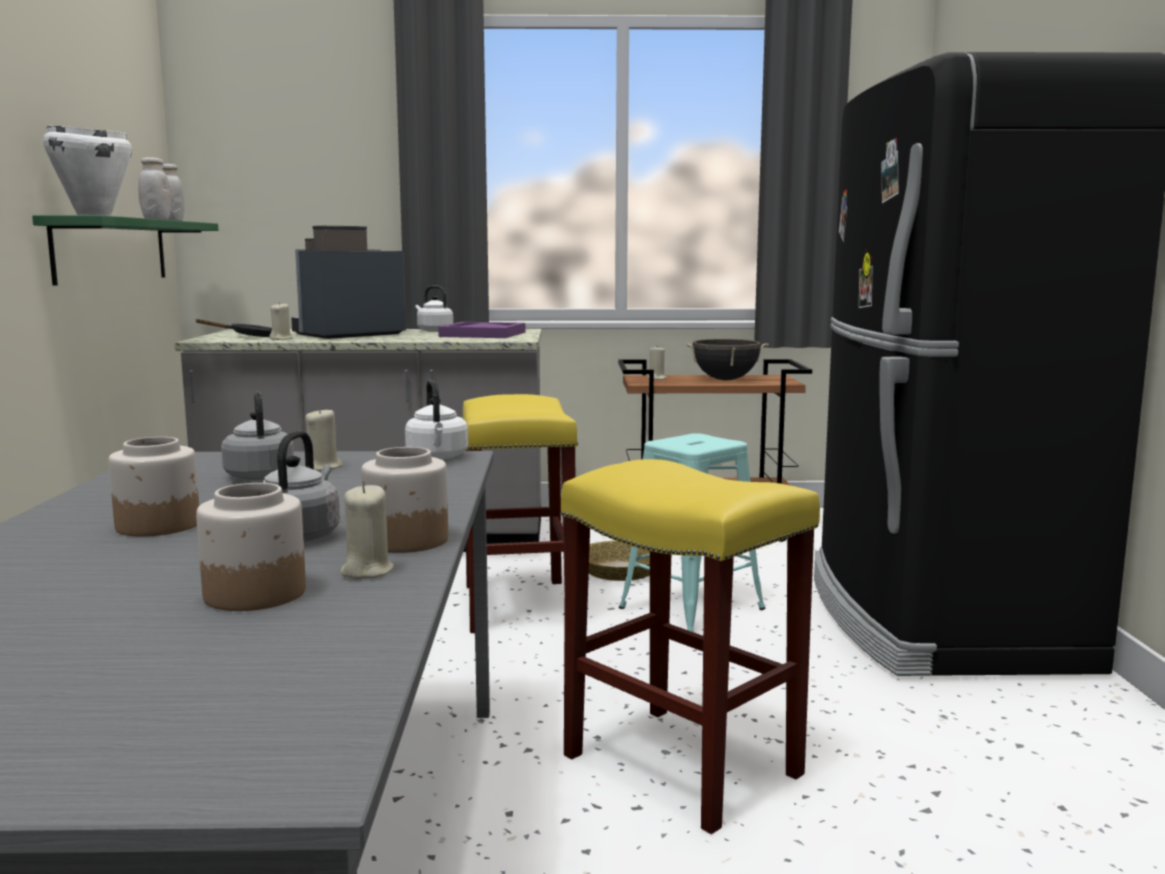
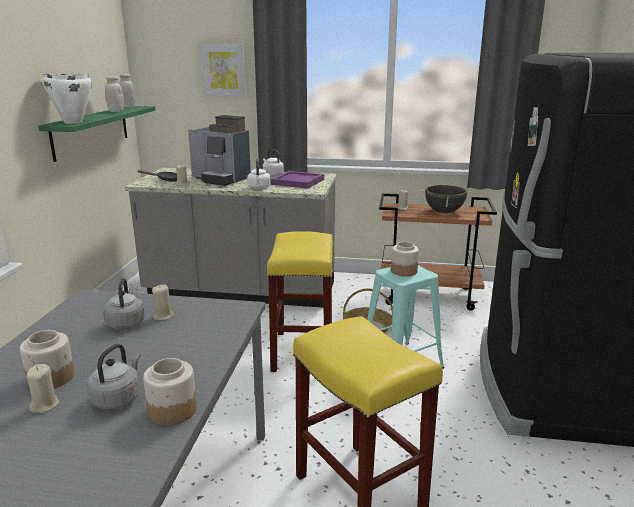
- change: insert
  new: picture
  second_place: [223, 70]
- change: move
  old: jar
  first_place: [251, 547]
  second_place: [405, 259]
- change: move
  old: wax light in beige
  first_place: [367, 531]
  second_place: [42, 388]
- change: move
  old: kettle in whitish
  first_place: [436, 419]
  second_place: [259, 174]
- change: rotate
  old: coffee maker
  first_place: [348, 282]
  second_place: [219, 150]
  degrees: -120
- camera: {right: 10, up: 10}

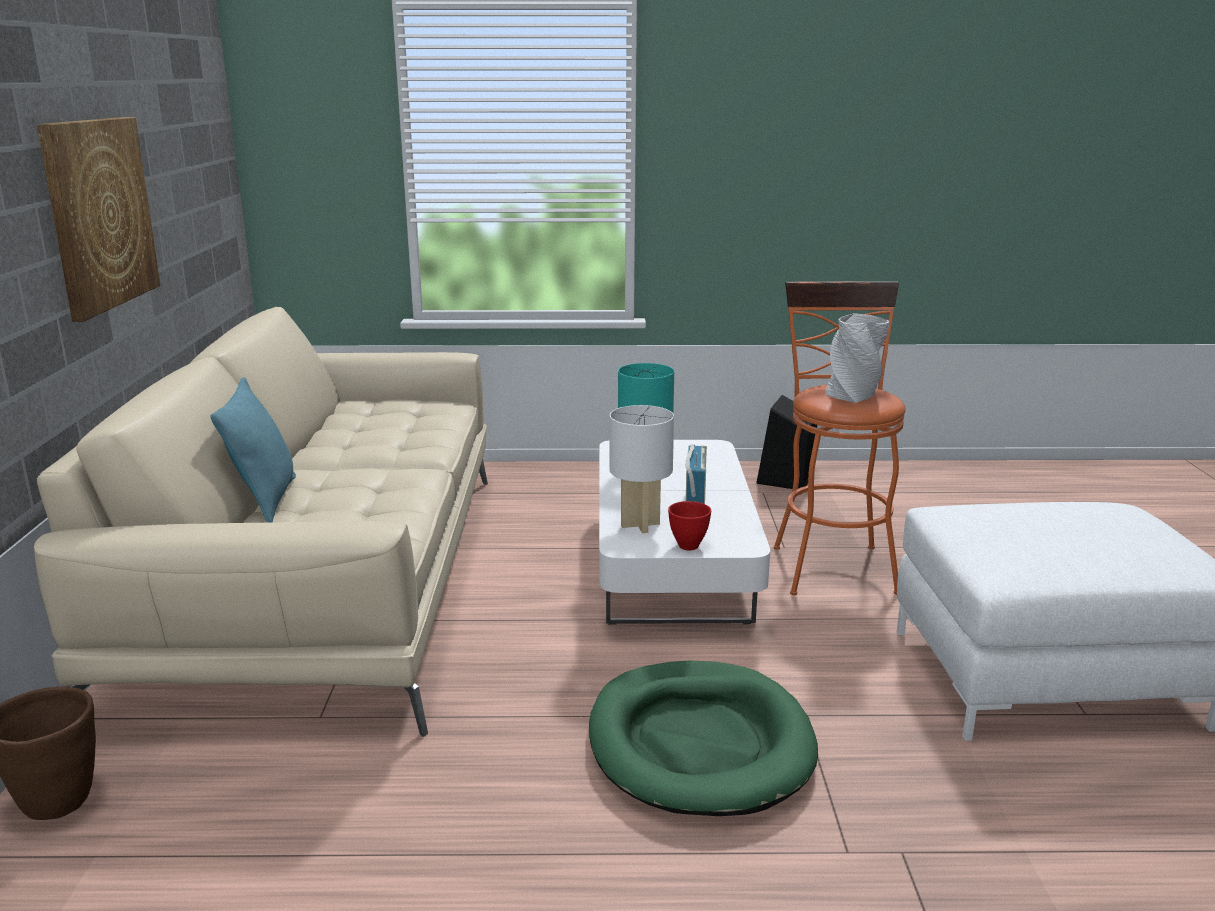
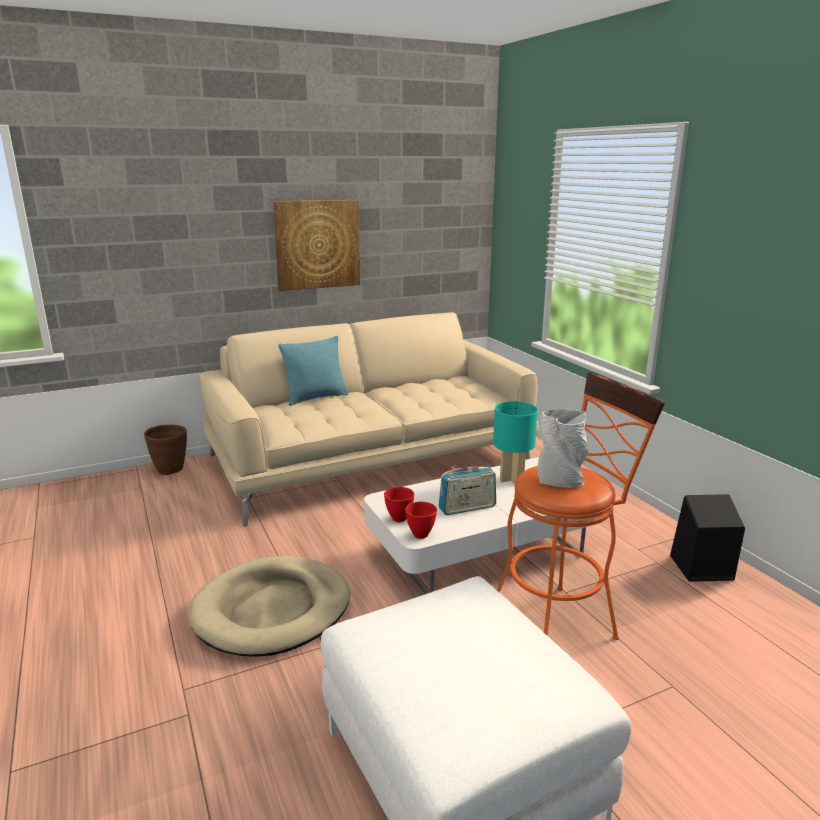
- change: delete
  old: table lamp in whitish
  first_place: [642, 469]
- change: insert
  new: bowl in reddish
  second_place: [421, 520]
- change: recolor
  old: pet bed in green-coloured
  new: pet bed in beige
  first_place: [703, 738]
  second_place: [269, 606]
- camera: {right: 65, up: 0}

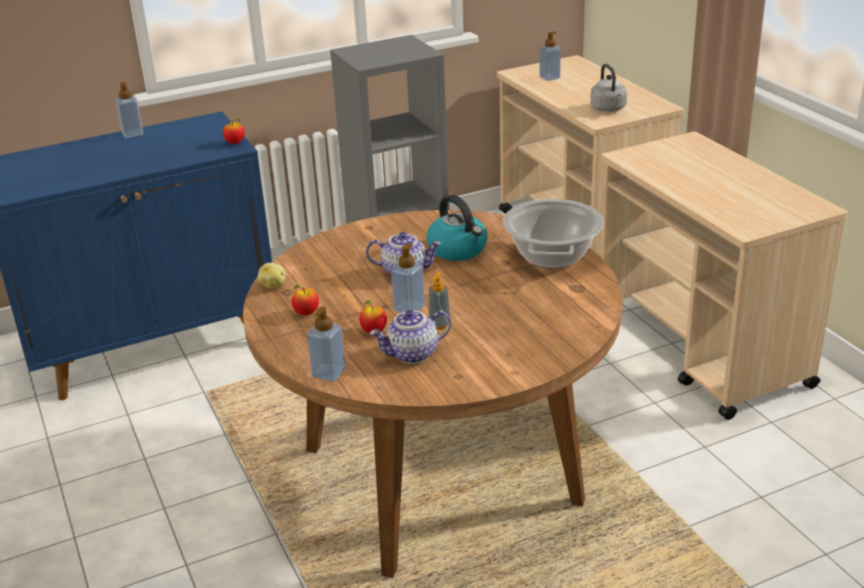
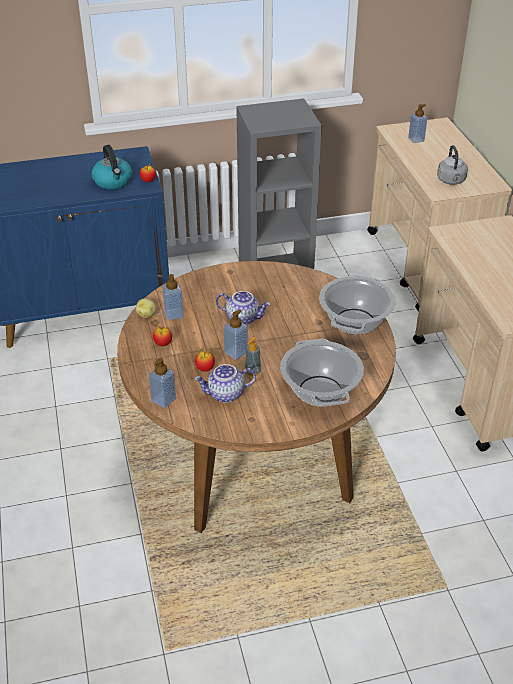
- change: insert
  new: saucepot
  second_place: [322, 373]
- change: move
  old: liquid soap bottle
  first_place: [129, 110]
  second_place: [173, 297]
- change: move
  old: kettle
  first_place: [456, 228]
  second_place: [111, 167]
- camera: {right: 10, up: 10}

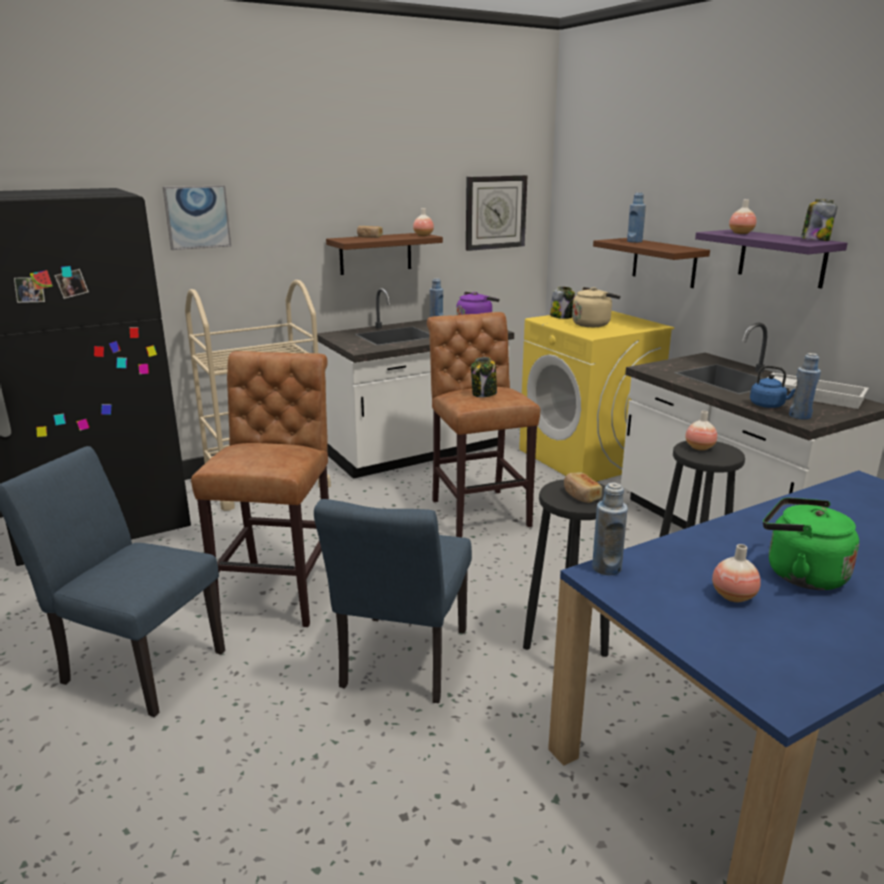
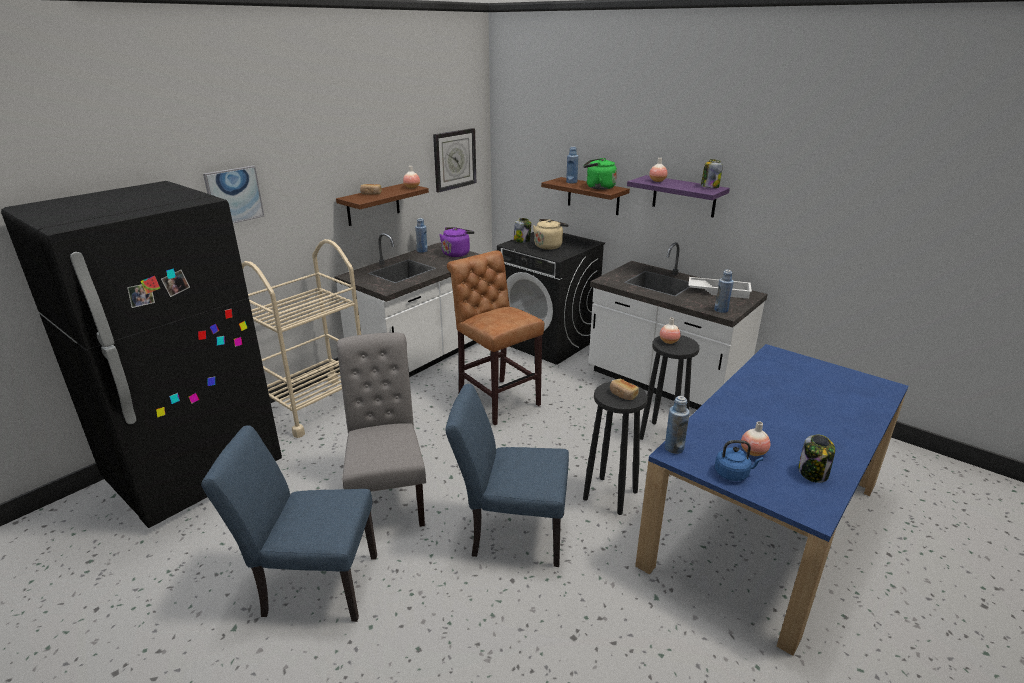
- change: move
  old: jar
  first_place: [484, 377]
  second_place: [816, 458]
- change: move
  old: kettle in bluish
  first_place: [773, 387]
  second_place: [739, 460]
- change: move
  old: kettle in green-coloured
  first_place: [811, 544]
  second_place: [600, 174]
- change: replace
  old: sitting stool in brown
  new: upright chair in grey
  first_place: [260, 489]
  second_place: [381, 430]
- change: recolor
  old: laundry appliance in yellowish
  new: laundry appliance in black-coloured
  first_place: [596, 396]
  second_place: [551, 298]
- change: rotate
  old: upright chair in bluish
  first_place: [393, 601]
  second_place: [507, 475]
  degrees: 105
- camera: {right: -20, up: 5}

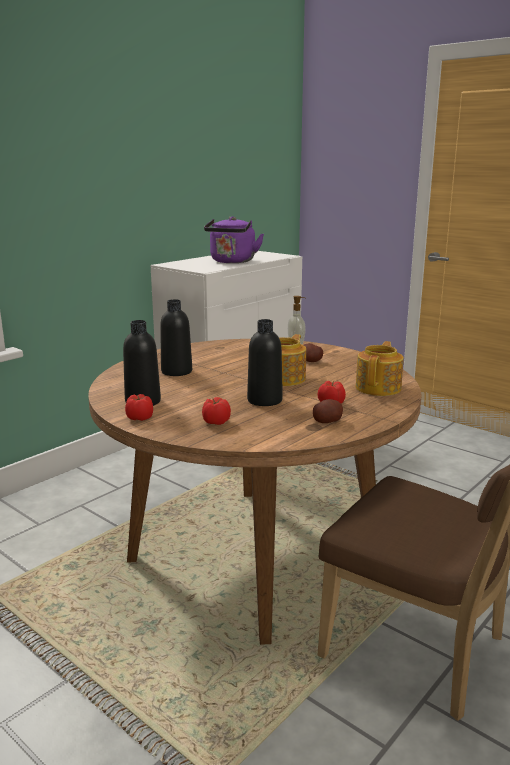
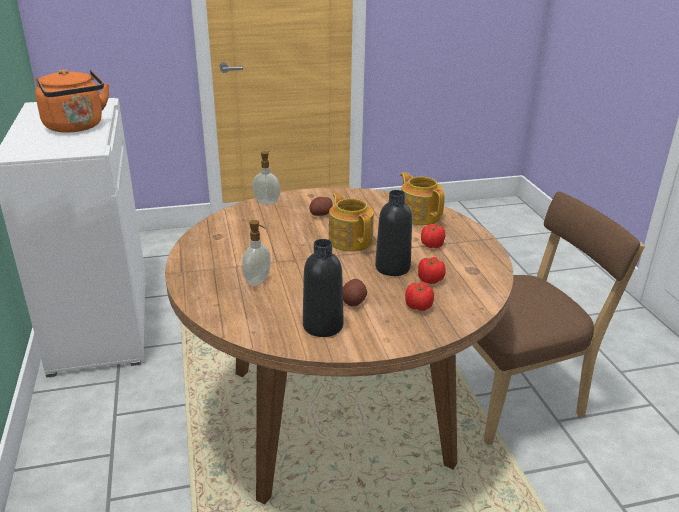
- change: move
  old: fresh tomato
  first_place: [139, 407]
  second_place: [432, 270]
- change: move
  old: whole potato
  first_place: [328, 411]
  second_place: [355, 292]
- change: replace
  old: bottle in black-coloured
  new: liquid soap bottle
  first_place: [176, 337]
  second_place: [256, 253]
- change: recolor
  old: kettle in purple
  new: kettle in orange
  first_place: [234, 239]
  second_place: [72, 101]
- camera: {right: -55, up: 10}

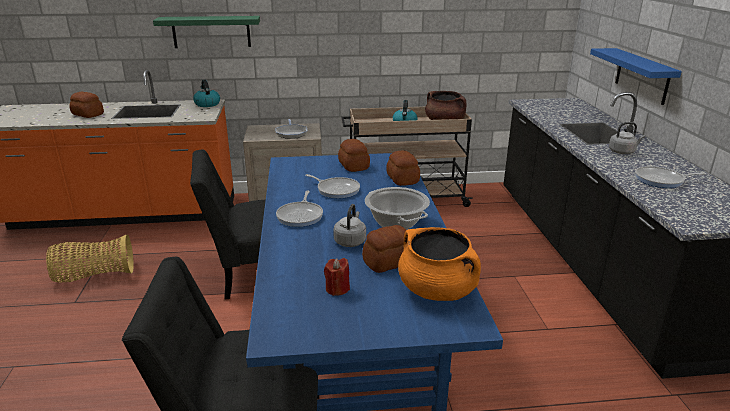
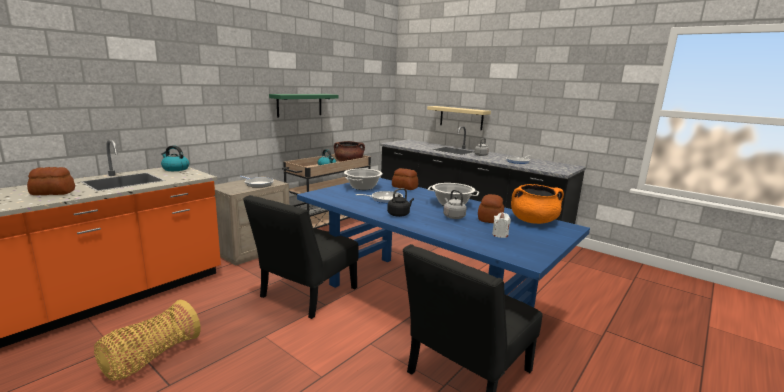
- change: move
  old: bracket shelf in green-coloured
  first_place: [206, 32]
  second_place: [303, 105]
- change: replace
  old: frying pan
  new: kettle in black-coloured
  first_place: [299, 208]
  second_place: [400, 202]
- change: replace
  old: baked bread
  new: saucepot
  first_place: [354, 155]
  second_place: [363, 179]
- change: recolor
  old: wax light in reddish
  new: wax light in whitish
  first_place: [337, 277]
  second_place: [501, 225]
- change: recolor
  old: bracket shelf in bluish
  new: bracket shelf in beige
  first_place: [636, 76]
  second_place: [459, 118]
- camera: {right: -45, up: -10}

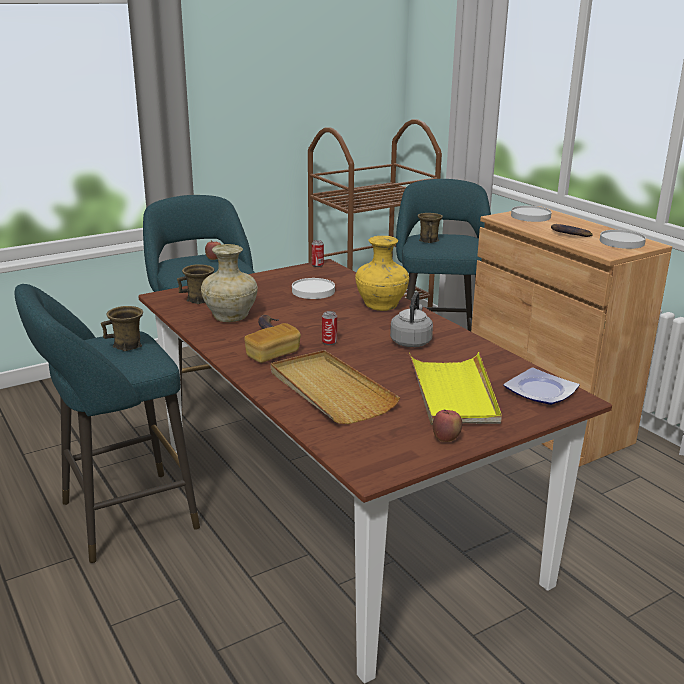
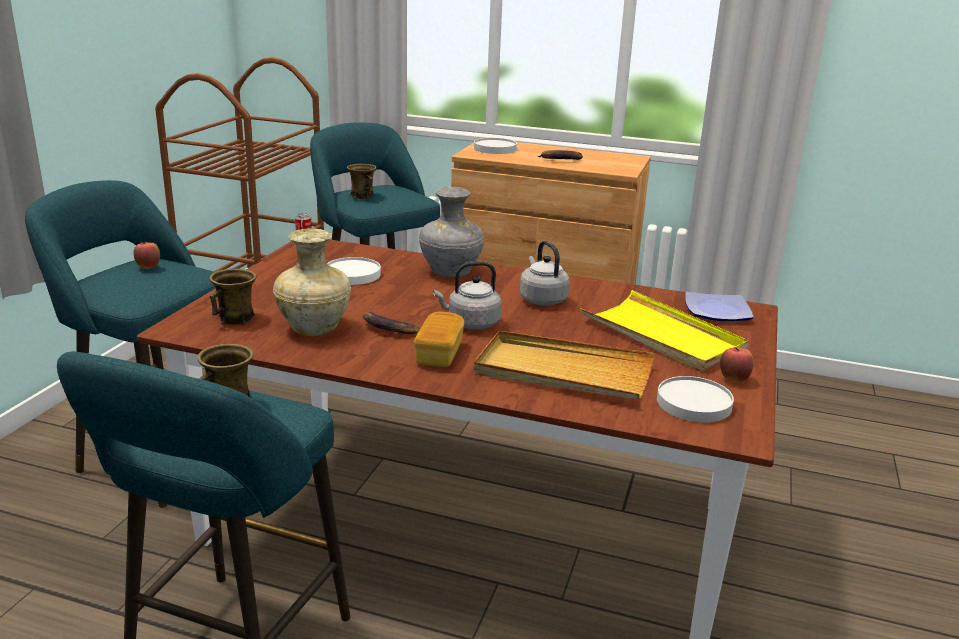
- change: move
  old: plate in whitish
  first_place: [623, 239]
  second_place: [695, 399]
- change: replace
  old: sealed can
  new: kettle in grey
  first_place: [329, 328]
  second_place: [467, 295]
- change: recolor
  old: vase in yellowish
  new: vase in grey
  first_place: [382, 273]
  second_place: [451, 232]
- camera: {right: -40, up: 0}

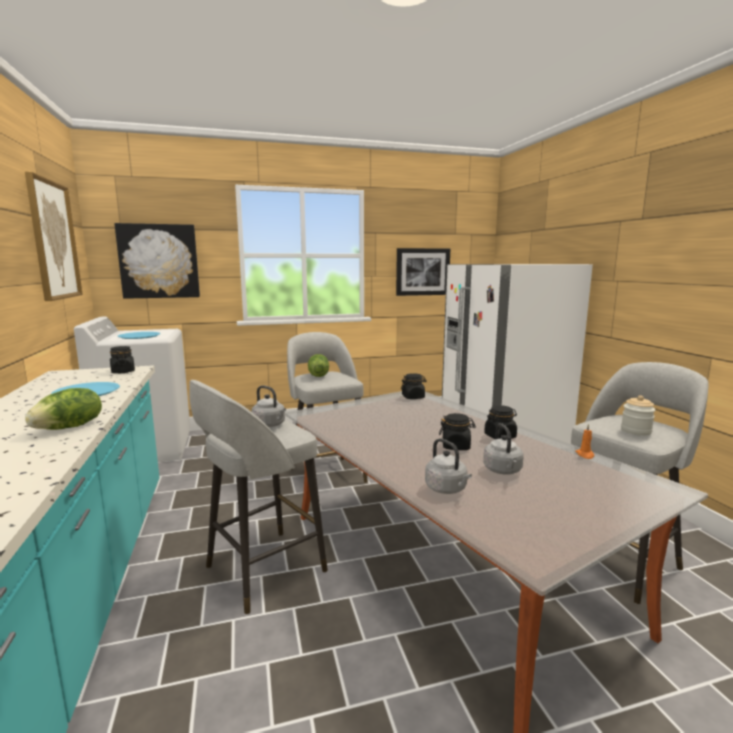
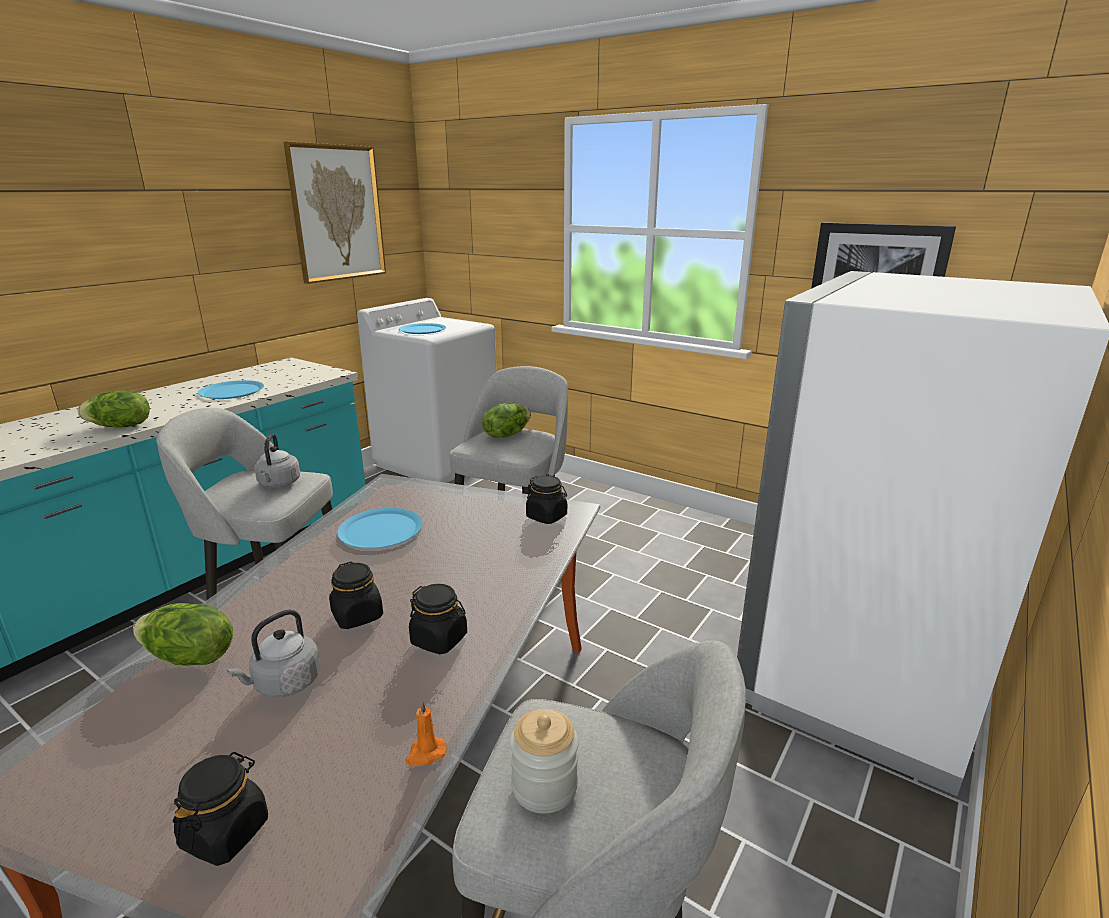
- change: delete
  old: picture
  first_place: [157, 261]
- change: insert
  new: plate in bluish
  second_place: [379, 528]
- change: move
  old: jar in black-coloured
  first_place: [122, 359]
  second_place: [220, 809]
- change: replace
  old: kettle in grey
  new: lettuce head
  first_place: [448, 466]
  second_place: [183, 634]
- camera: {right: 50, up: 10}

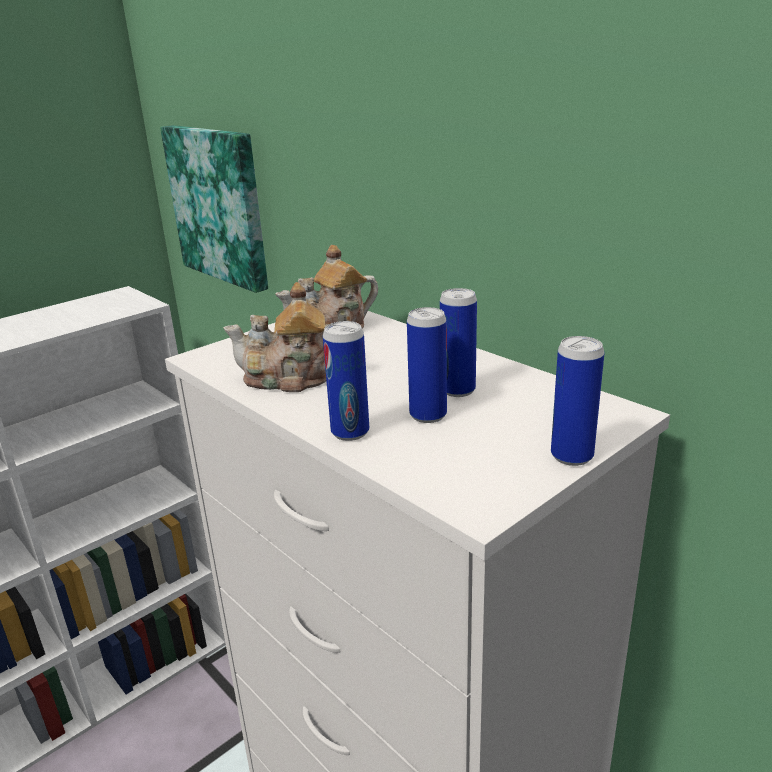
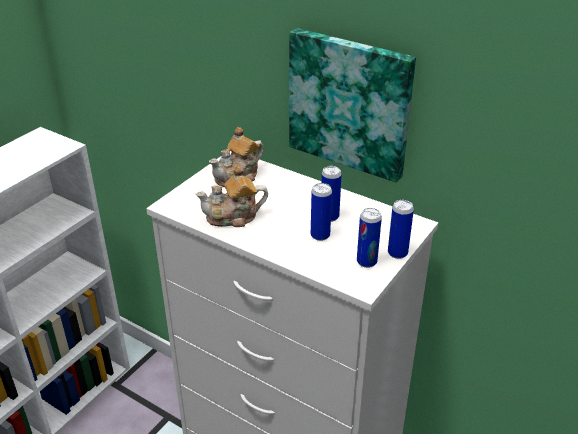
- change: move
  old: picture
  first_place: [214, 209]
  second_place: [352, 105]
- change: move
  old: sealed can
  first_place: [346, 381]
  second_place: [369, 238]
- camera: {right: -15, up: 10}

